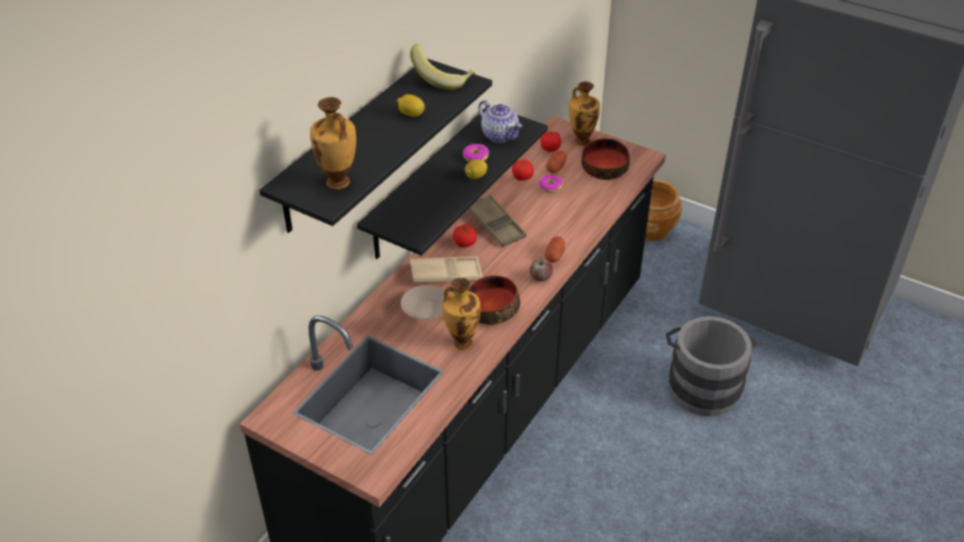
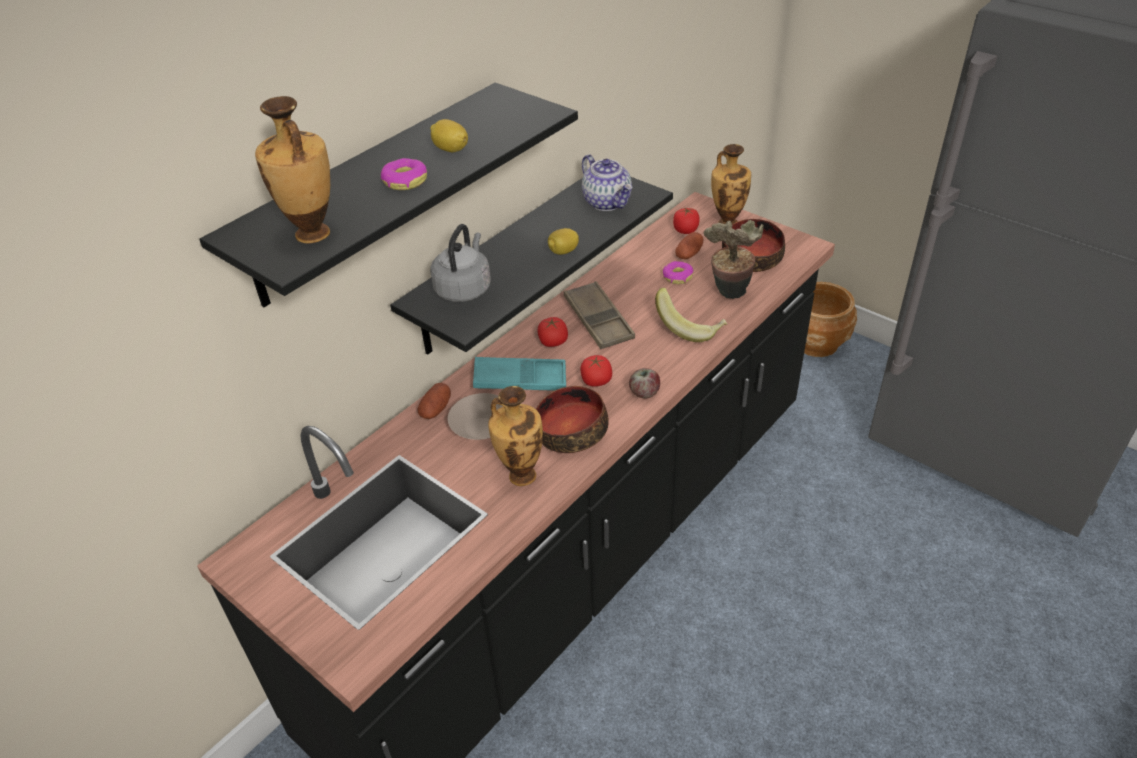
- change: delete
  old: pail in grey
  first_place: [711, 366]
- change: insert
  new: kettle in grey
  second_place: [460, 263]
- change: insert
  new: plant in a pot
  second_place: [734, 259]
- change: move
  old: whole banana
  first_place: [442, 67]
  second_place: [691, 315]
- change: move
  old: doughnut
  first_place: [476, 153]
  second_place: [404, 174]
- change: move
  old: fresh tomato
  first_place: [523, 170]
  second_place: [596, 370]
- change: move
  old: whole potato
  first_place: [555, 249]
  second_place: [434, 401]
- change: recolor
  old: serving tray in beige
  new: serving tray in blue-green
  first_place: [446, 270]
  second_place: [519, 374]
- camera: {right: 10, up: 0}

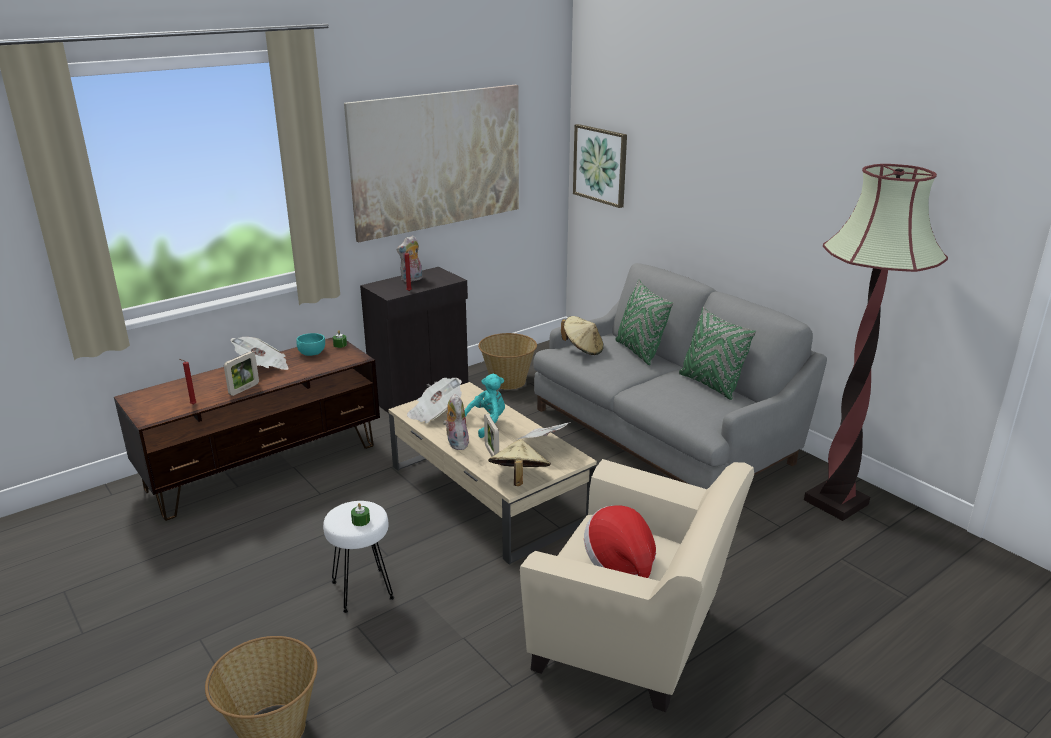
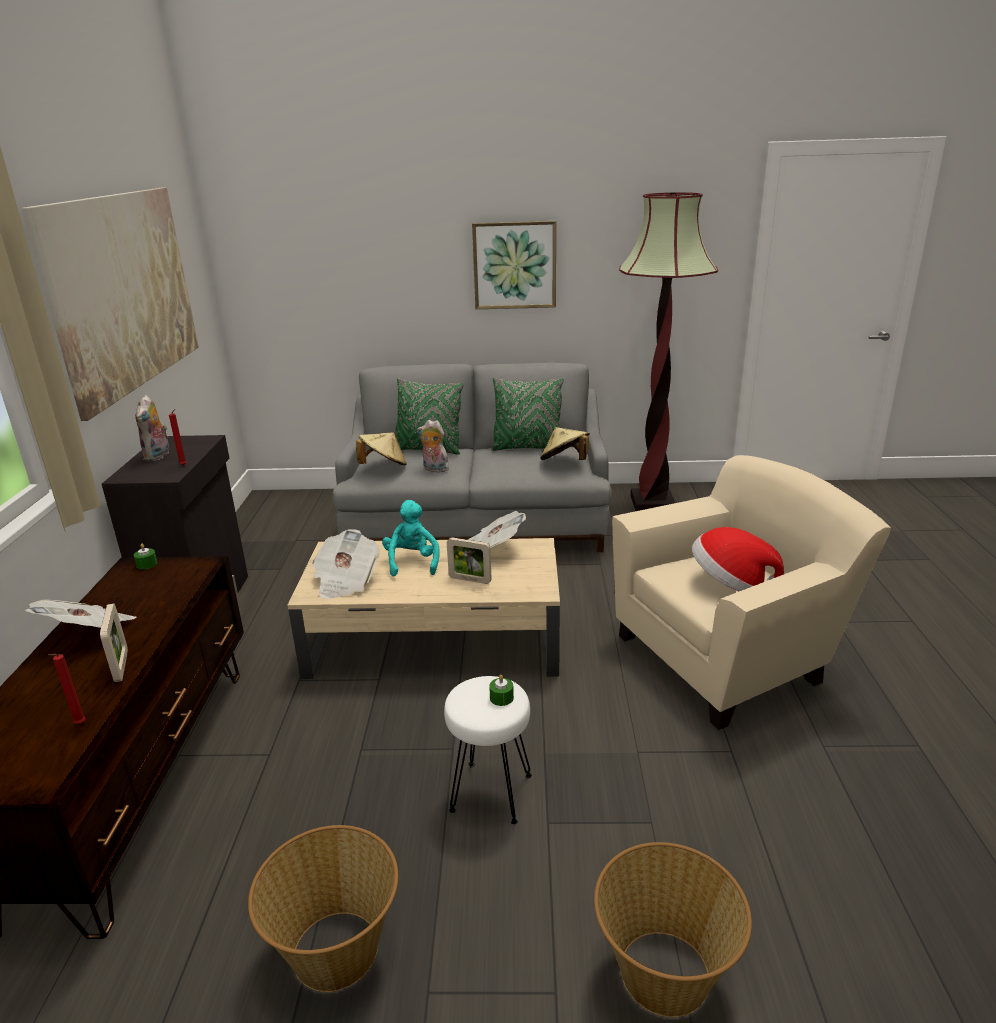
- change: delete
  old: bowl in blue-green
  first_place: [310, 344]
- change: move
  old: plush toy
  first_place: [456, 421]
  second_place: [433, 446]
- change: move
  old: household basket
  first_place: [507, 361]
  second_place: [323, 908]
- change: move
  old: hat in beige
  first_place: [519, 462]
  second_place: [565, 443]
- change: move
  old: picture
  first_place: [600, 166]
  second_place: [514, 265]
- camera: {right: -50, up: 0}

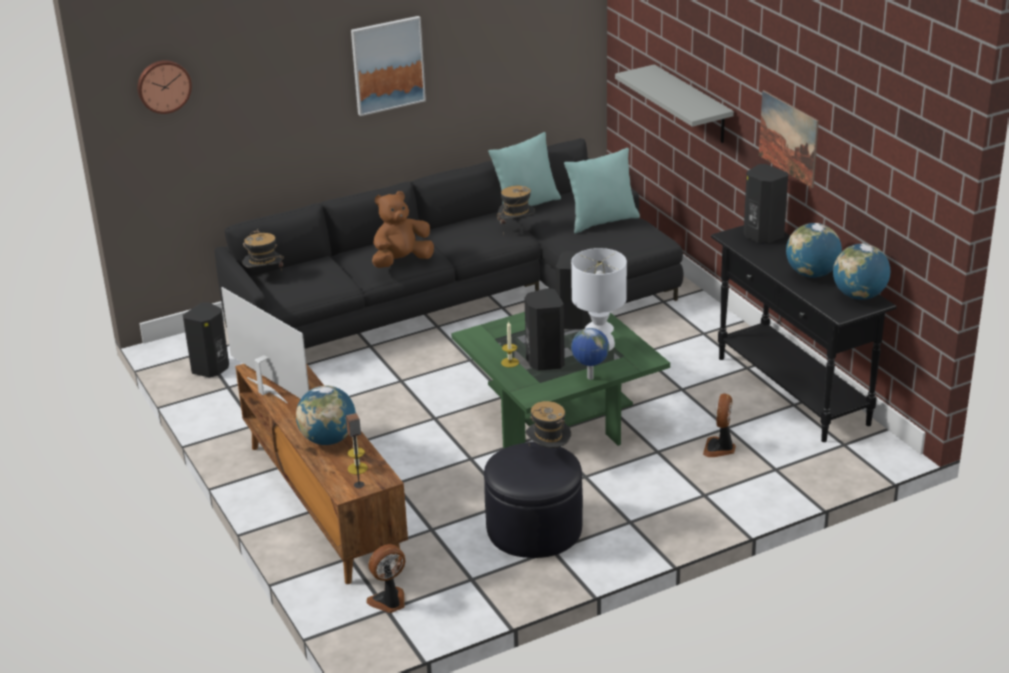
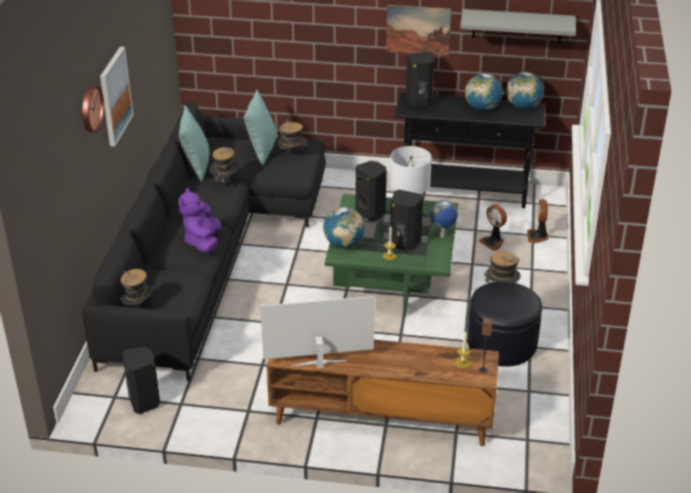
- change: insert
  new: hat
  second_place: [292, 134]
- change: move
  old: clock on the wall
  first_place: [164, 87]
  second_place: [93, 109]
- change: move
  old: world globe
  first_place: [326, 415]
  second_place: [343, 227]
- change: move
  old: cooling fan
  first_place: [385, 578]
  second_place: [537, 221]
- change: move
  old: bracket shelf in grey
  first_place: [674, 103]
  second_place: [518, 26]
- change: recolor
  old: plush toy in brown
  new: plush toy in purple
  first_place: [403, 229]
  second_place: [200, 220]
- camera: {right: -55, up: 5}

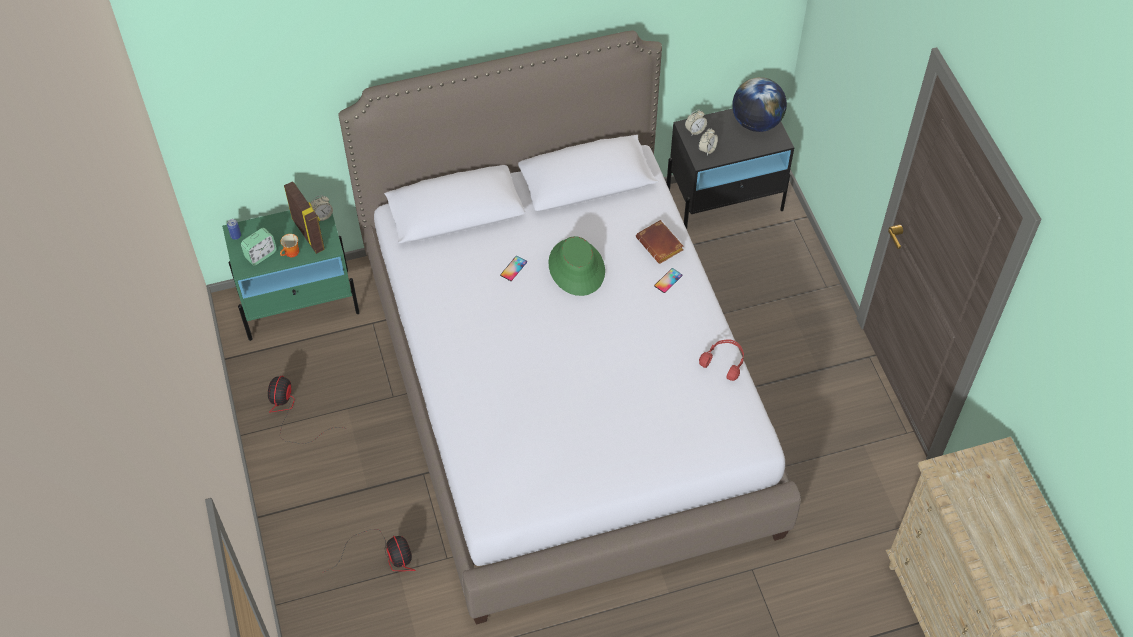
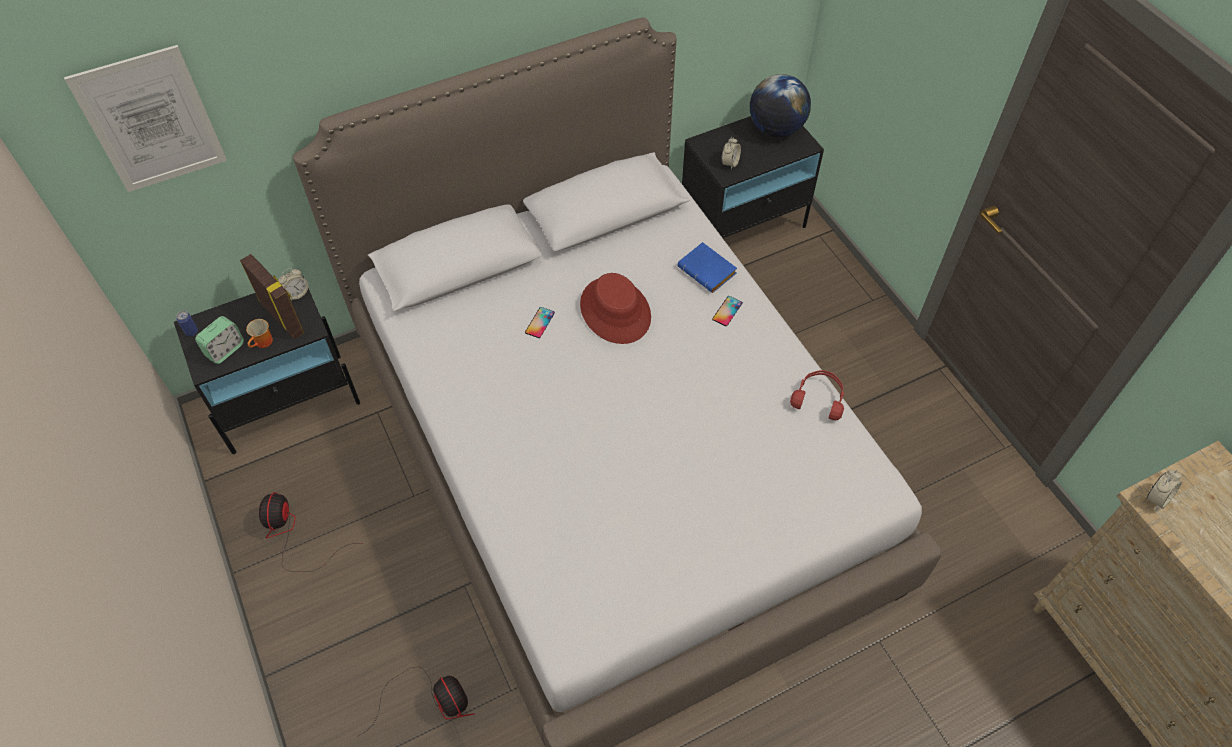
- change: insert
  new: picture
  second_place: [145, 118]
- change: move
  old: table clock
  first_place: [696, 122]
  second_place: [1164, 490]
- change: recolor
  old: nightstand in green-coloured
  new: nightstand in black-coloured
  first_place: [291, 271]
  second_place: [267, 365]
- change: recolor
  old: hat in green-coloured
  new: hat in reddish
  first_place: [577, 266]
  second_place: [615, 308]
- change: recolor
  old: volume in brown
  new: volume in bluish
  first_place: [659, 242]
  second_place: [707, 267]
- camera: {right: -10, up: 0}

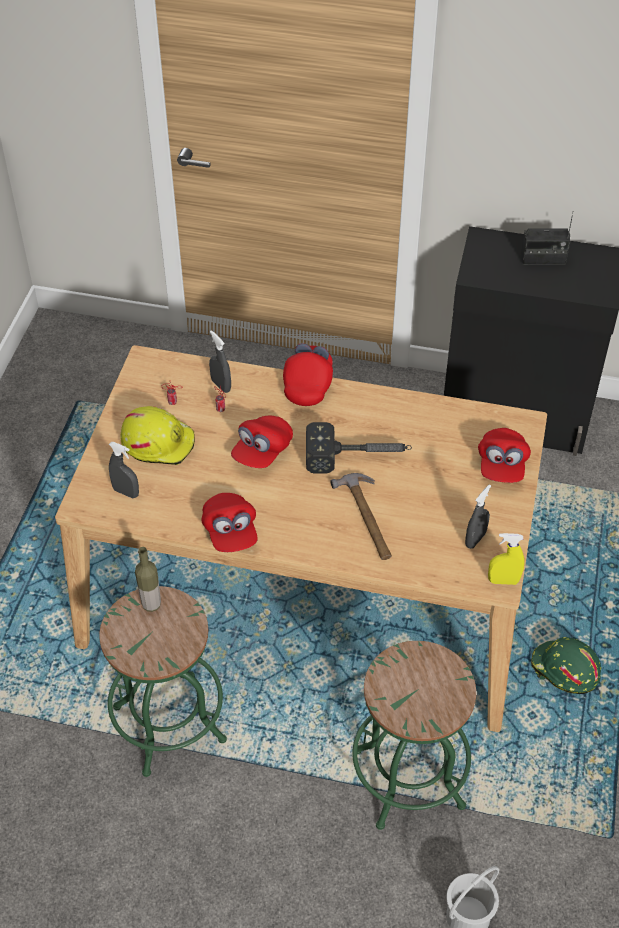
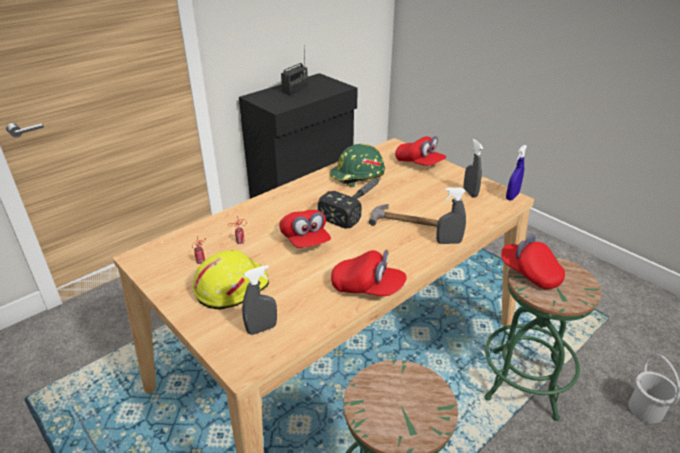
- change: delete
  old: bottle
  first_place: [148, 579]
- change: move
  old: spray bottle in grey
  first_place: [220, 361]
  second_place: [451, 215]
- change: move
  old: peaked cap in reddish
  first_place: [308, 374]
  second_place: [533, 261]
- change: move
  old: safety helmet in green-coloured
  first_place: [566, 665]
  second_place: [357, 165]
- change: recolor
  old: spray bottle in yellowish
  new: spray bottle in bluish
  first_place: [506, 559]
  second_place: [516, 173]
- camera: {right: -55, up: -15}

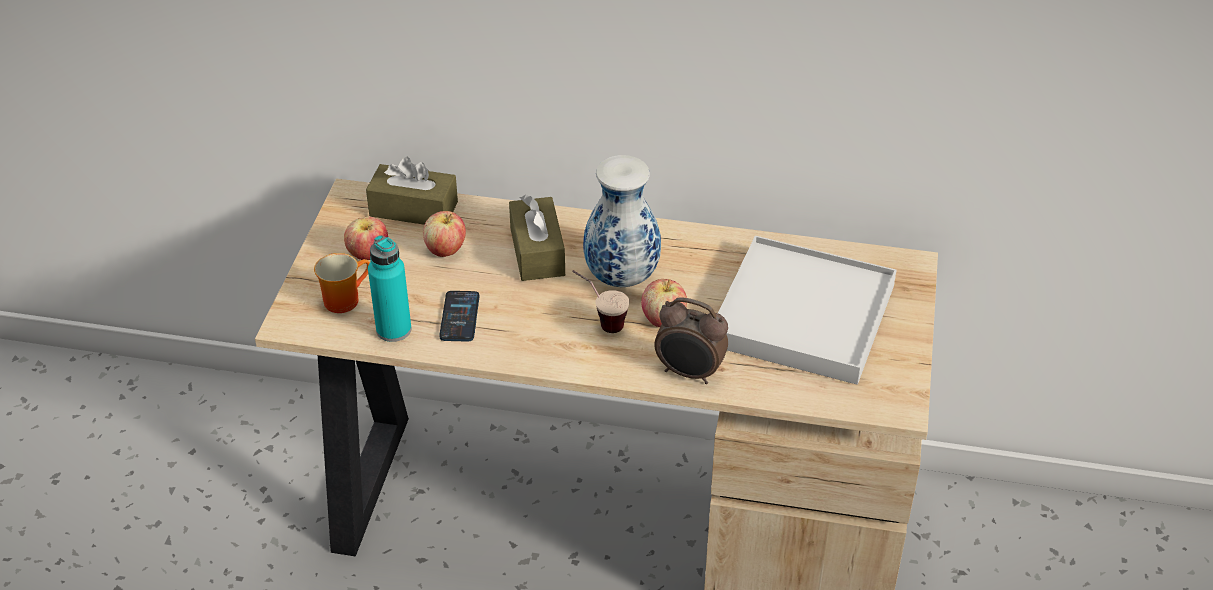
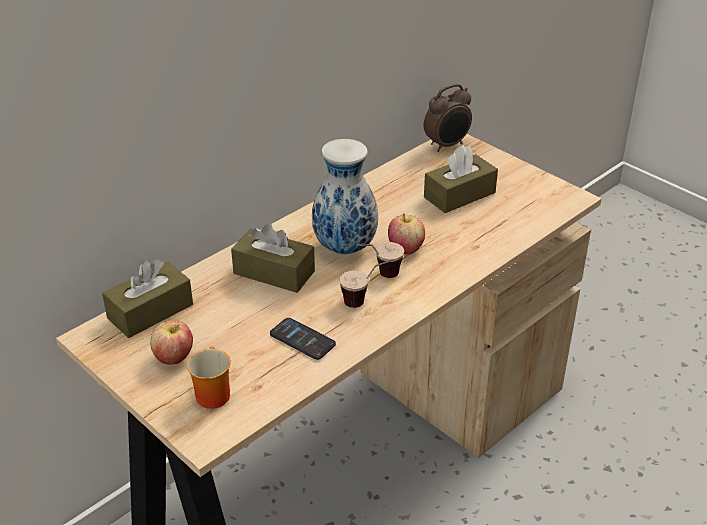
- change: delete
  old: bottle in blue-green
  first_place: [389, 288]
- change: delete
  old: apple fruit
  first_place: [444, 234]
- change: insert
  new: drinking cup
  second_place: [366, 283]
- change: move
  old: table clock
  first_place: [691, 340]
  second_place: [448, 118]
- change: replace
  old: serving tray in whitish
  new: tissue box in brown
  first_place: [807, 310]
  second_place: [461, 179]
- camera: {right: -55, up: -5}

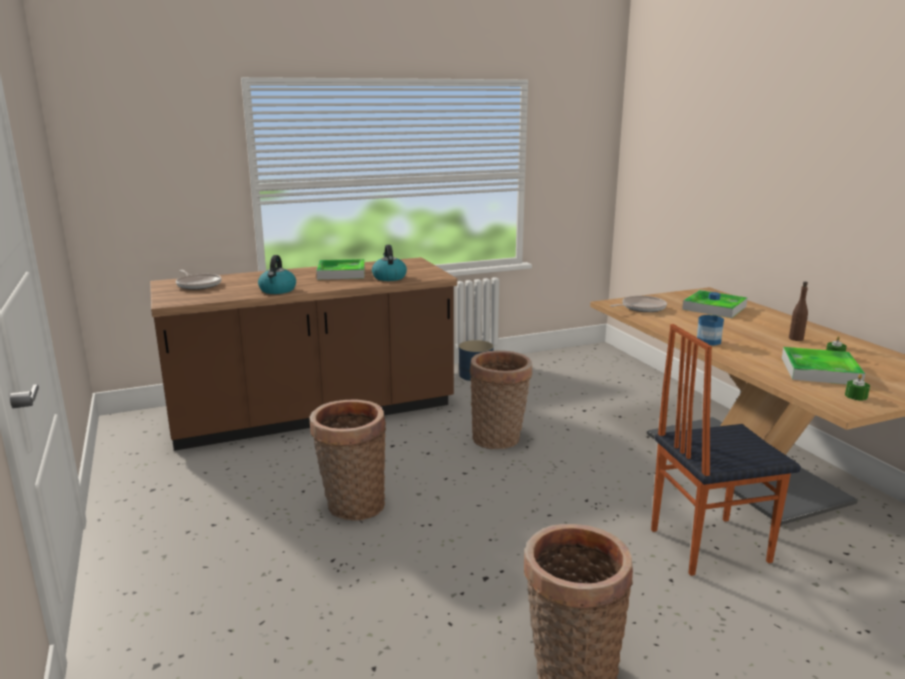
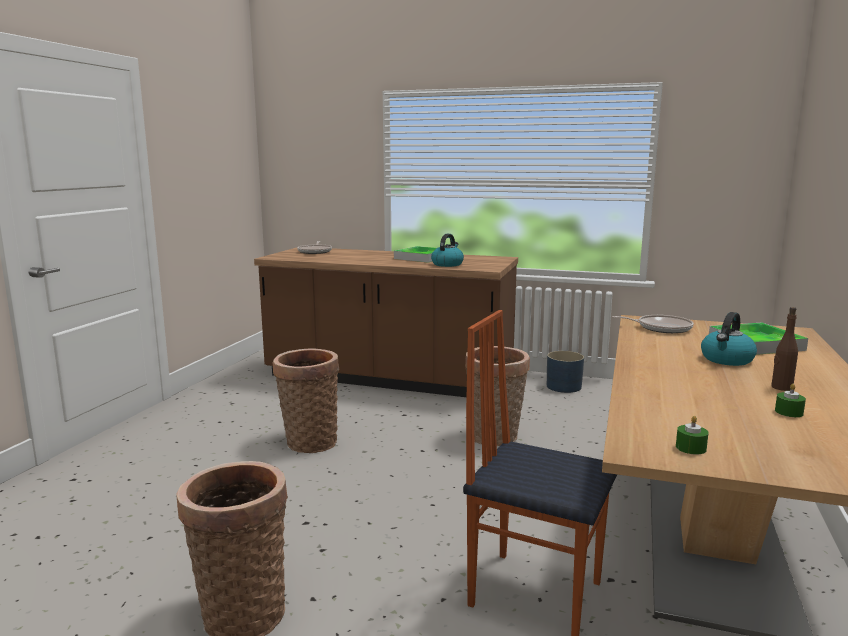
- change: delete
  old: bottle
  first_place: [710, 319]
- change: delete
  old: serving tray
  first_place: [823, 365]
- change: move
  old: kettle
  first_place: [277, 274]
  second_place: [729, 339]
- camera: {right: 40, up: -5}

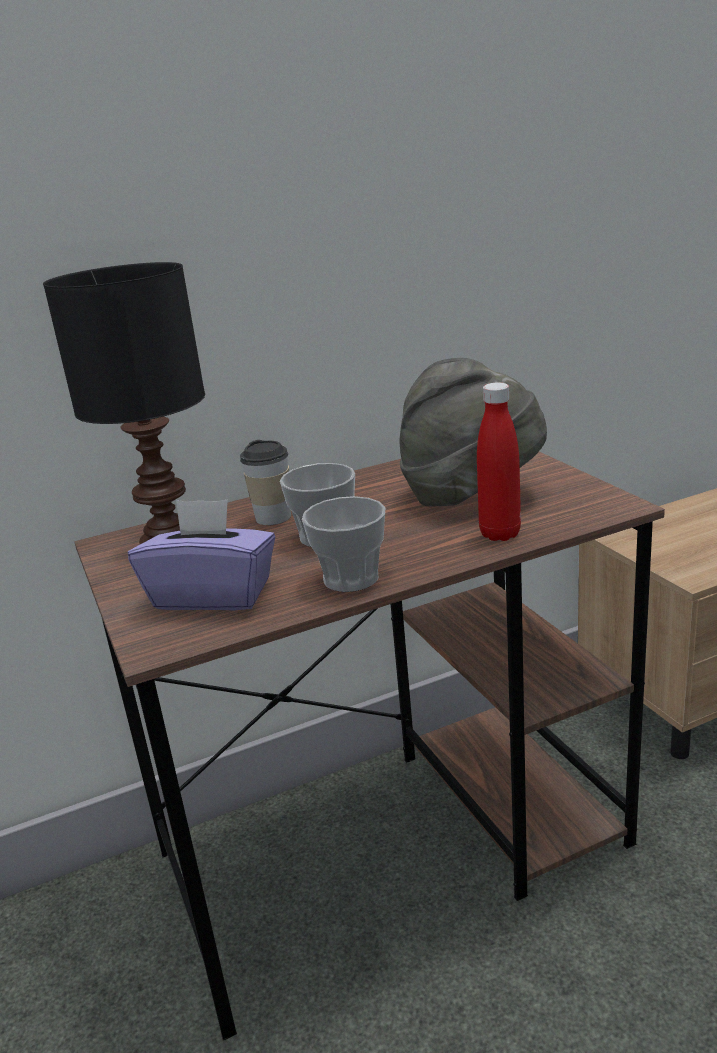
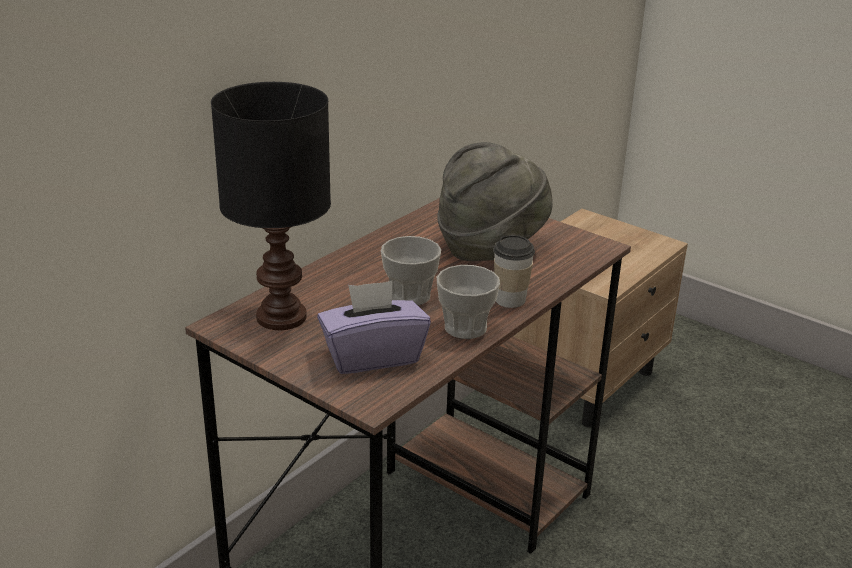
- change: delete
  old: bottle in reddish
  first_place: [499, 462]
- change: move
  old: drinking cup
  first_place: [265, 482]
  second_place: [514, 271]
- camera: {right: -30, up: 5}

